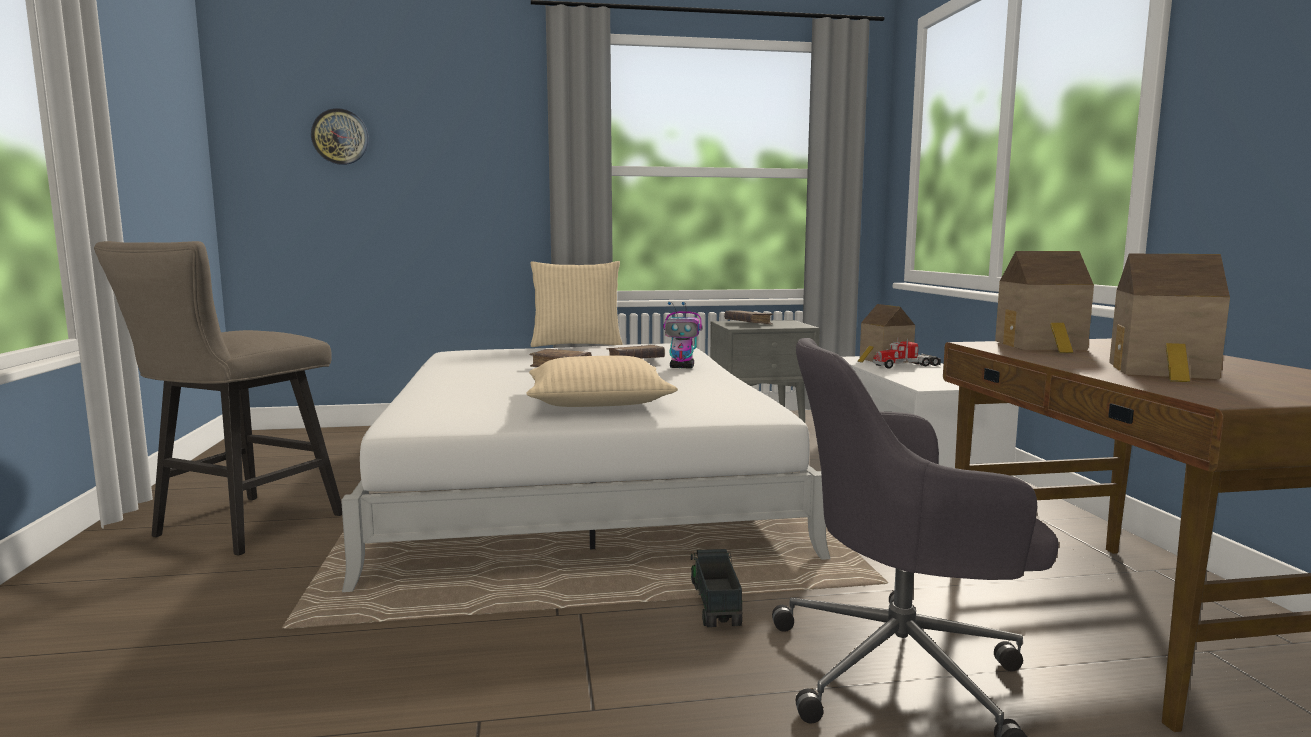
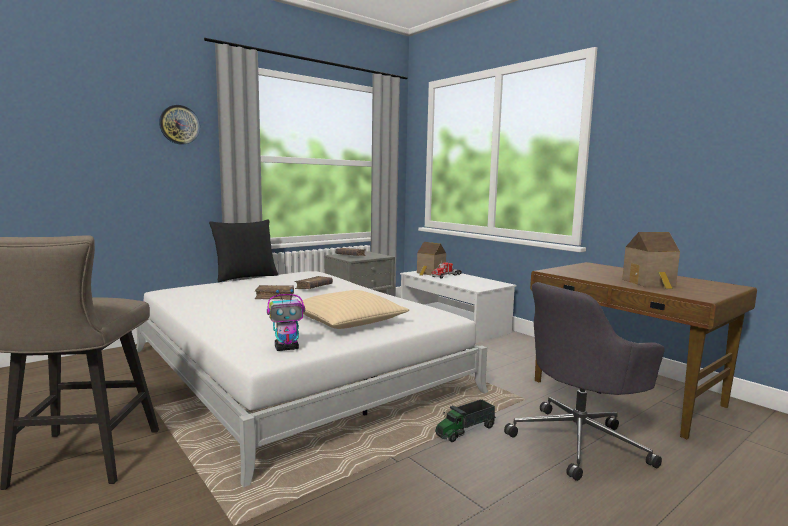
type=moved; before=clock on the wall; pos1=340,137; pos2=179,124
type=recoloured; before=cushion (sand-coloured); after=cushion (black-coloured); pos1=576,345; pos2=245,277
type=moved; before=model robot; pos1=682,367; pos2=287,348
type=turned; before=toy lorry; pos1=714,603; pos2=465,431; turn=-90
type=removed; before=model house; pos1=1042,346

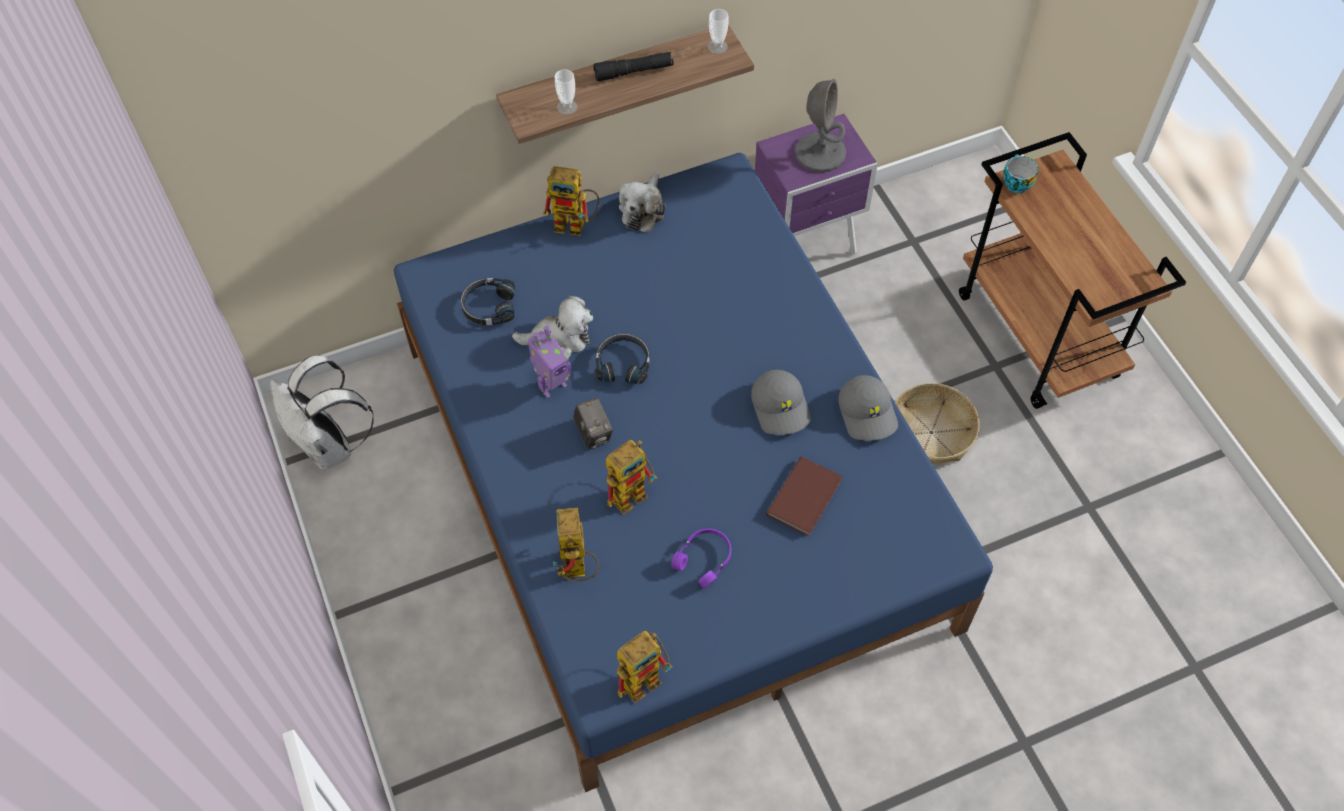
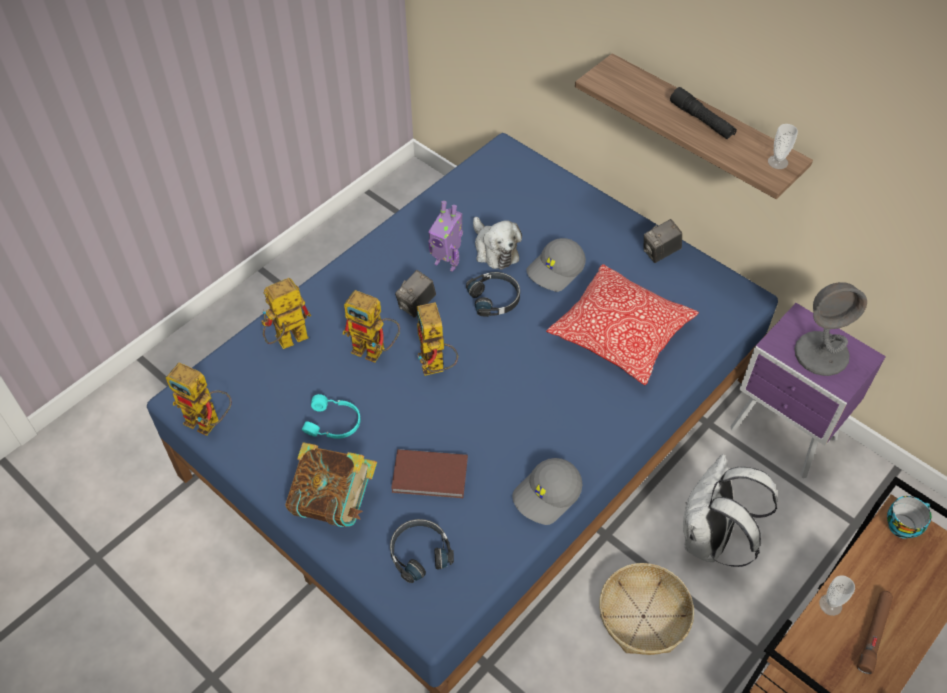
type=added; after=bound book; pos2=334,501
type=recoloured; before=headset (purple); after=headset (turquoise-coloured); pos1=705,559; pos2=333,423
type=moved; before=headset (black-coloured); pos1=489,307; pos2=419,552
type=moved; before=model robot; pos1=576,224; pos2=436,367
type=moved; before=baseball cap (gray); pos1=781,408; pos2=556,270
type=added; after=cushion; pos2=620,334
type=replaced; before=soft toy; after=photo camera; pos1=643,210; pos2=660,253
type=moved; before=knapsack (white-coloured); pos1=330,446; pos2=710,540
type=moved; before=drinking cup; pos1=567,107; pos2=830,605
type=added; after=torch (brownish); pos2=873,633

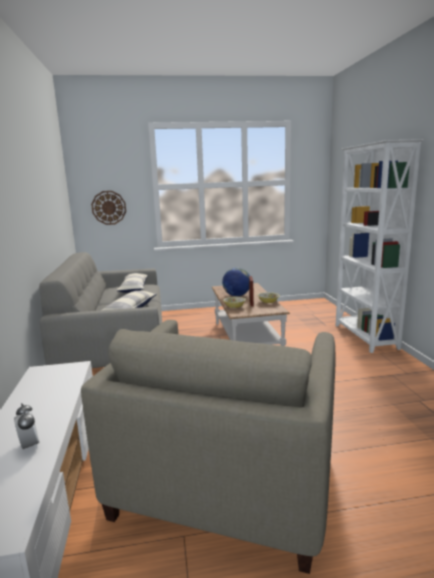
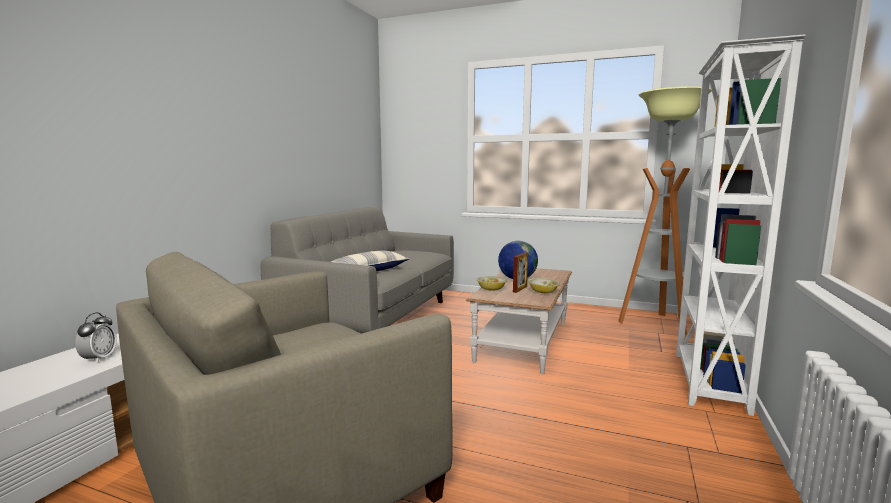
type=added; after=standard lamp; pos2=654,323
type=removed; before=clock on the wall; pos1=109,207
type=removed; before=cushion; pos1=133,288

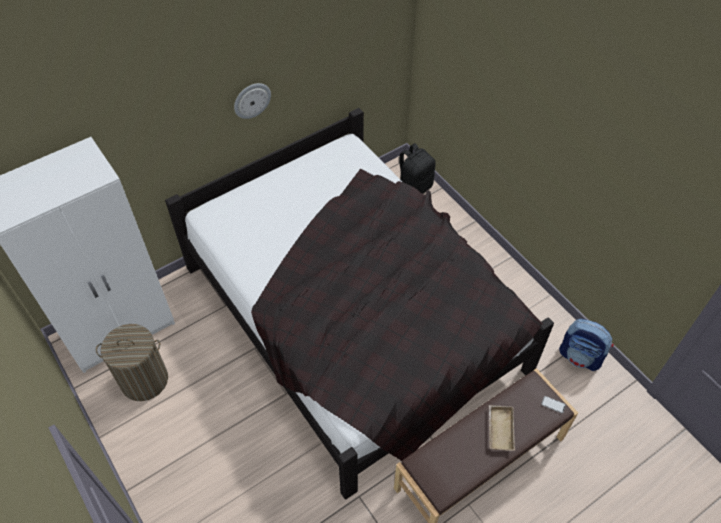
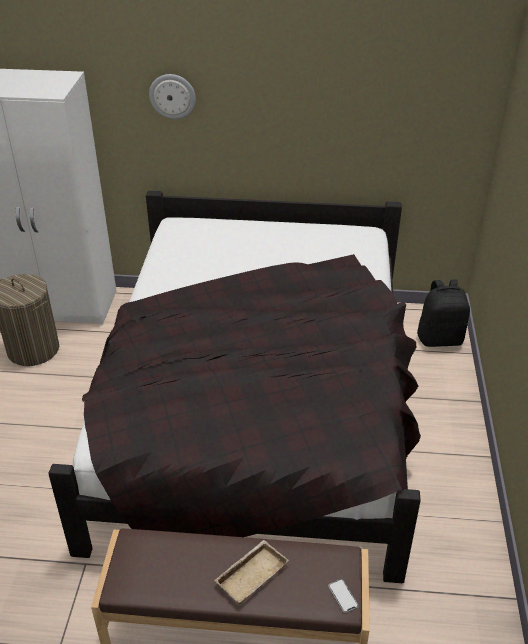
type=moved; before=clock on the wall; pos1=251,100; pos2=172,96
type=removed; before=knapsack; pos1=580,357

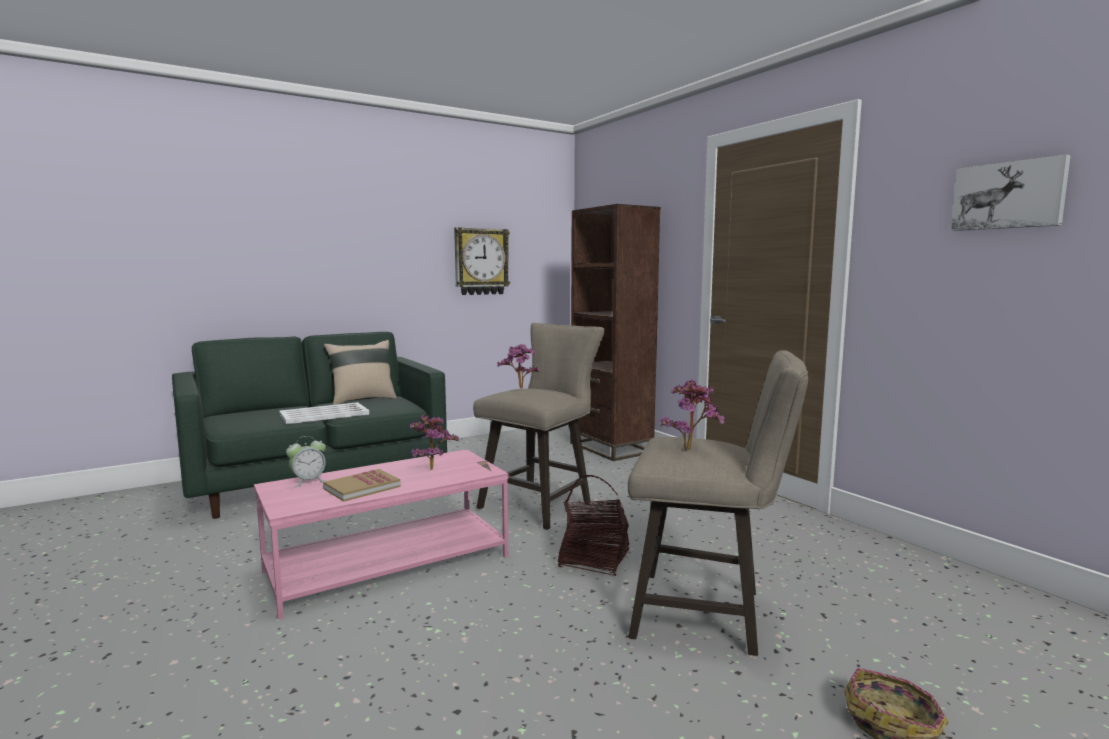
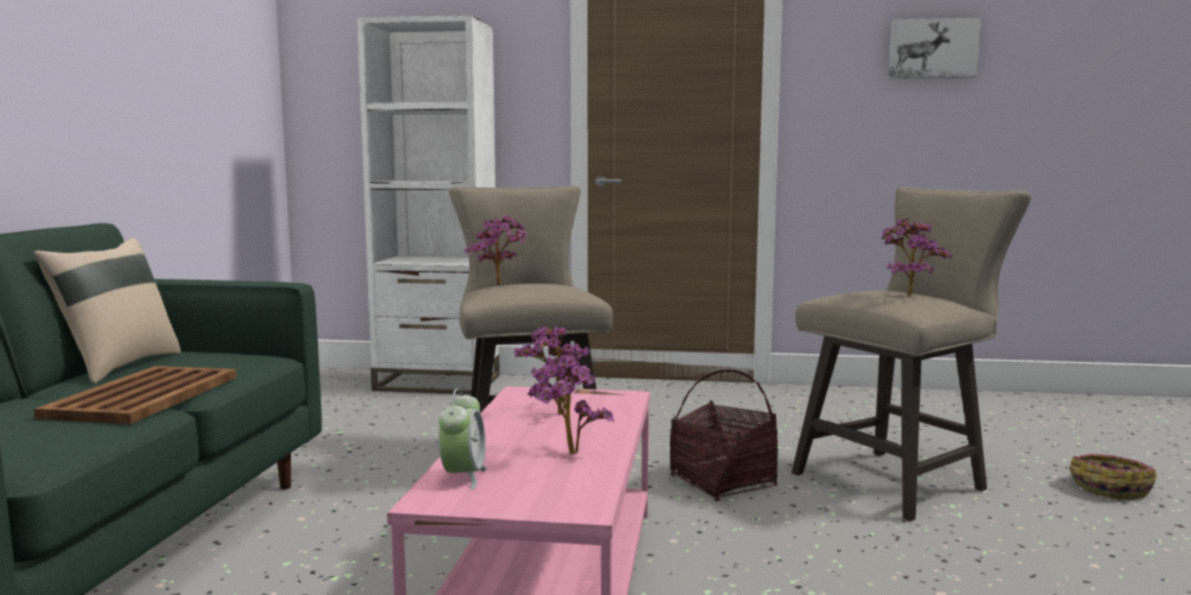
type=recoloured; before=carrying tray (white-coloured); after=carrying tray (brownish); pos1=325,414; pos2=146,396
type=recoloured; before=shelving unit (brownish); after=shelving unit (white-coloured); pos1=610,448; pos2=437,383
type=replaced; before=bound book; after=houseplant; pos1=362,488; pos2=566,455
type=removed; before=clock on the wall; pos1=481,261

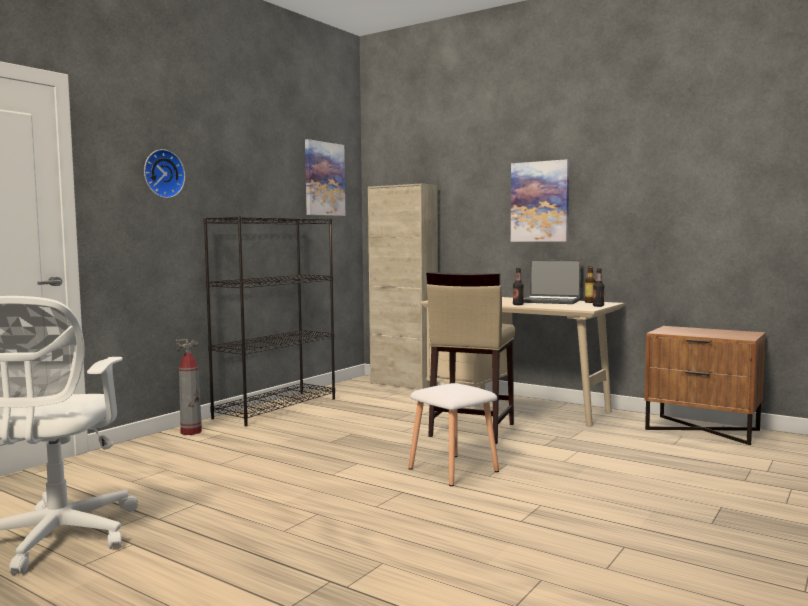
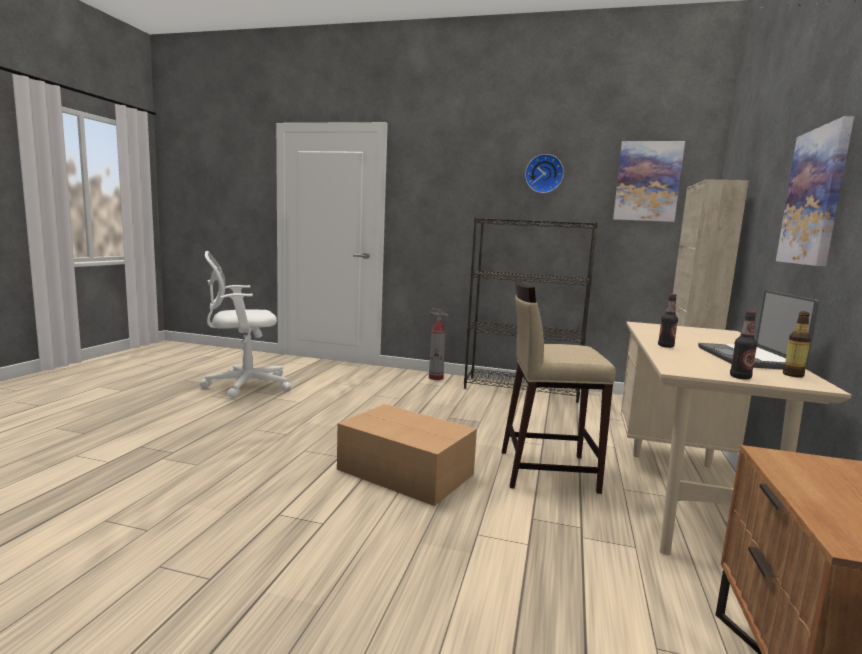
type=replaced; before=stool seat (white-coloured); after=packing box; pos1=454,470; pos2=406,472
type=moved; before=clock on the wall; pos1=162,174; pos2=544,174

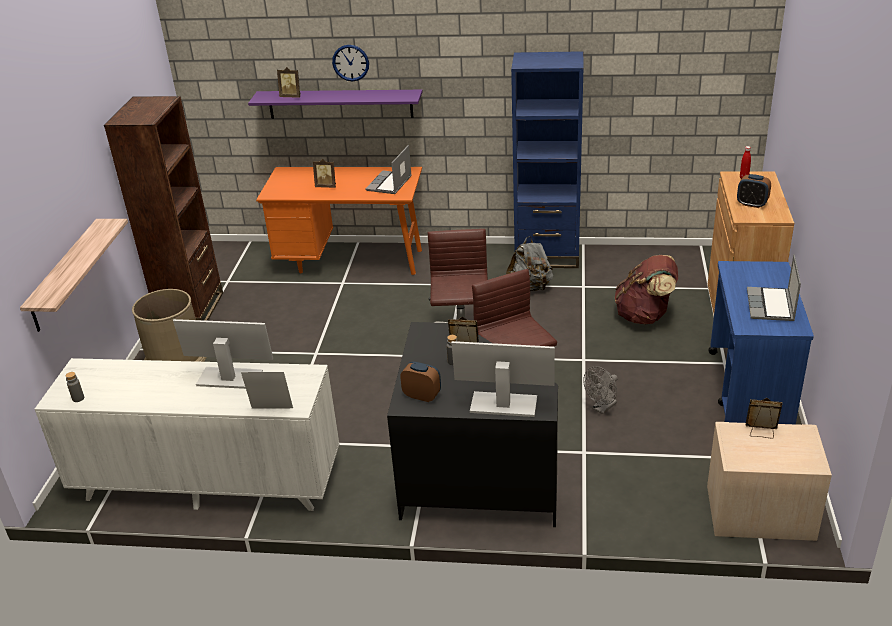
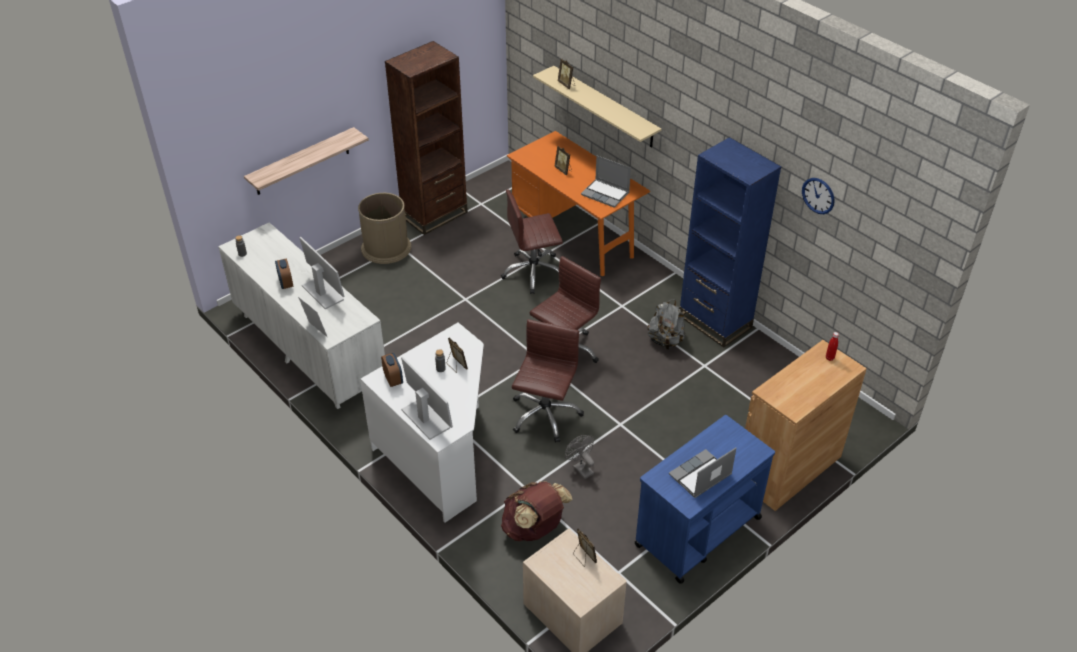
type=moved; before=table clock; pos1=752,204; pos2=286,283
type=recoloured; before=desk table (black-coloured); after=desk table (white-coloured); pos1=471,478; pos2=441,454
type=added; after=computer chair (brownish); pos2=533,272
type=moved; before=knapsack (brownish); pos1=645,316; pos2=534,528
type=recoloured; before=shelf (purple); after=shelf (sand-coloured); pos1=340,104; pos2=605,107
type=turned; before=fan (gray); pos1=602,408; pos2=580,468; turn=60
type=turned; before=portable computer; pos1=389,184; pos2=606,194; turn=-120
type=moved; before=clock on the wall; pos1=350,62; pos2=818,195

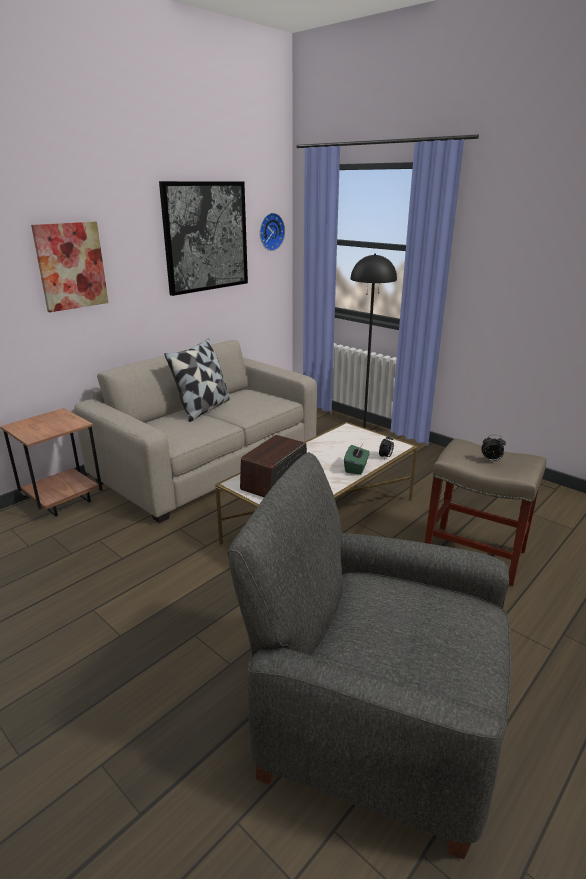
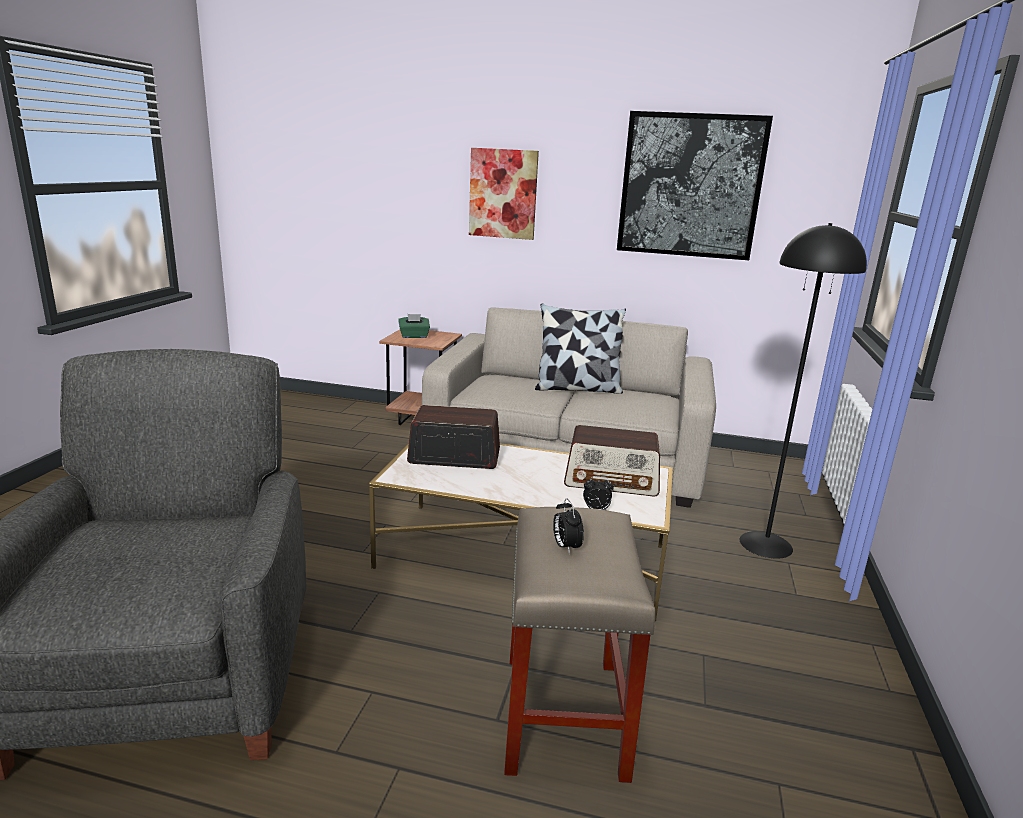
type=moved; before=box of tissues (green-coloured); pos1=356,468; pos2=414,336
type=added; after=radio set; pos2=612,481
type=removed; before=clock on the wall; pos1=270,231

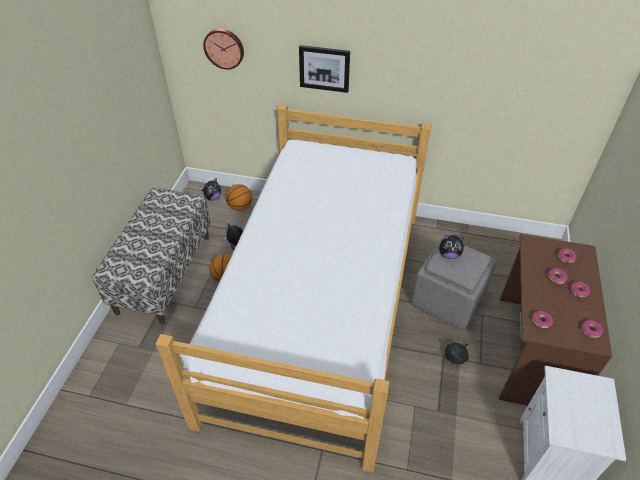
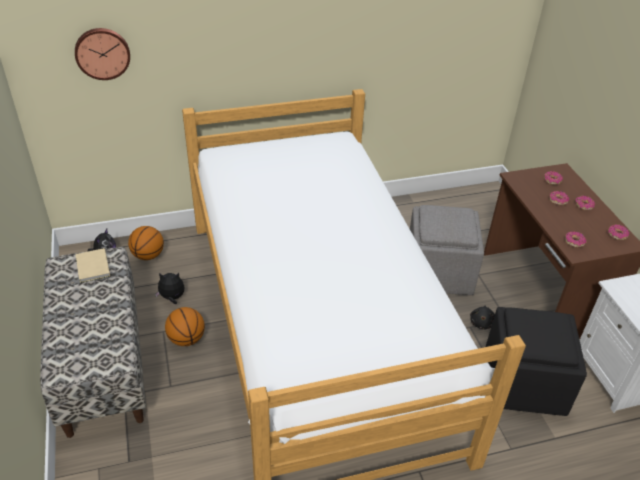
type=added; after=bound book (sand-coloured); pos2=92,267
type=added; after=pouffe (black-coloured); pos2=522,382
type=removed; before=picture; pos1=324,68
type=removed; before=soft toy; pos1=449,255

